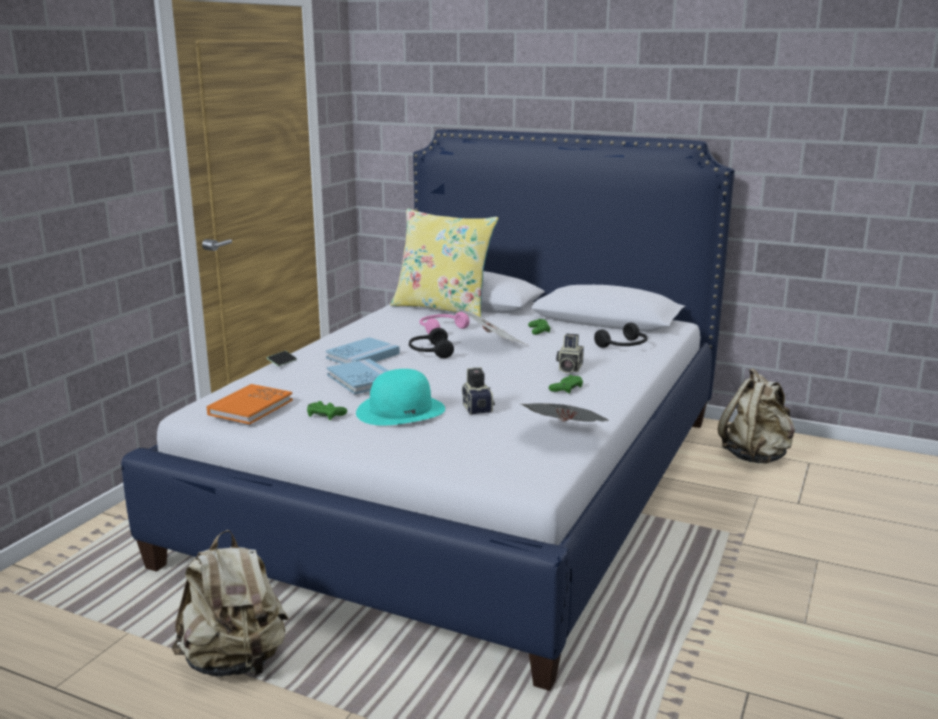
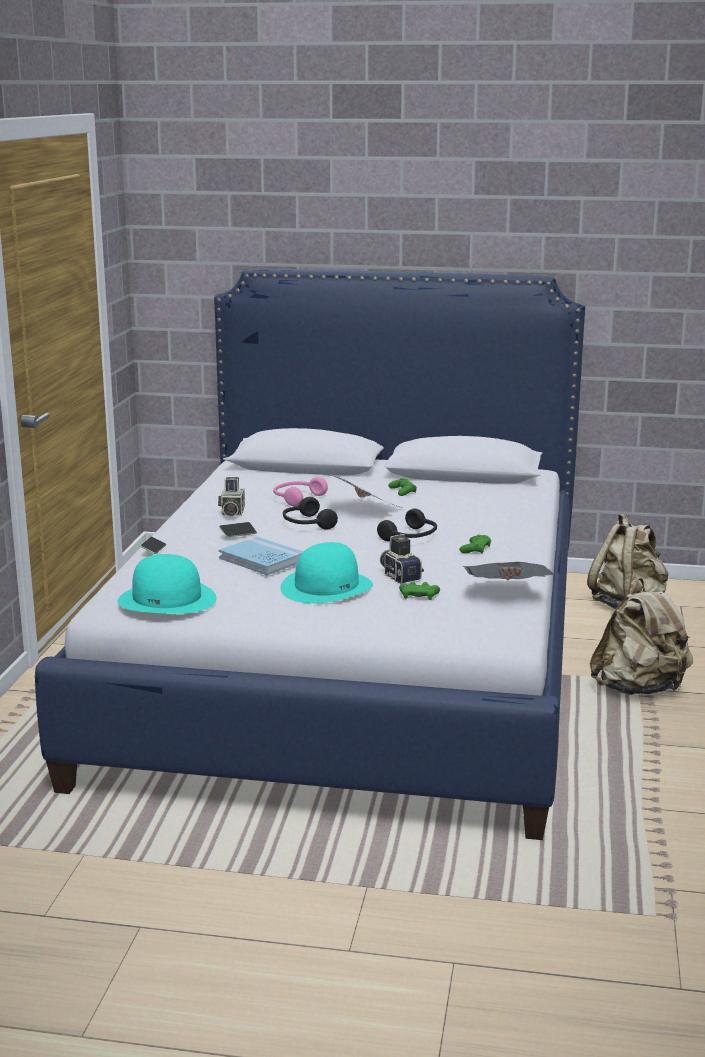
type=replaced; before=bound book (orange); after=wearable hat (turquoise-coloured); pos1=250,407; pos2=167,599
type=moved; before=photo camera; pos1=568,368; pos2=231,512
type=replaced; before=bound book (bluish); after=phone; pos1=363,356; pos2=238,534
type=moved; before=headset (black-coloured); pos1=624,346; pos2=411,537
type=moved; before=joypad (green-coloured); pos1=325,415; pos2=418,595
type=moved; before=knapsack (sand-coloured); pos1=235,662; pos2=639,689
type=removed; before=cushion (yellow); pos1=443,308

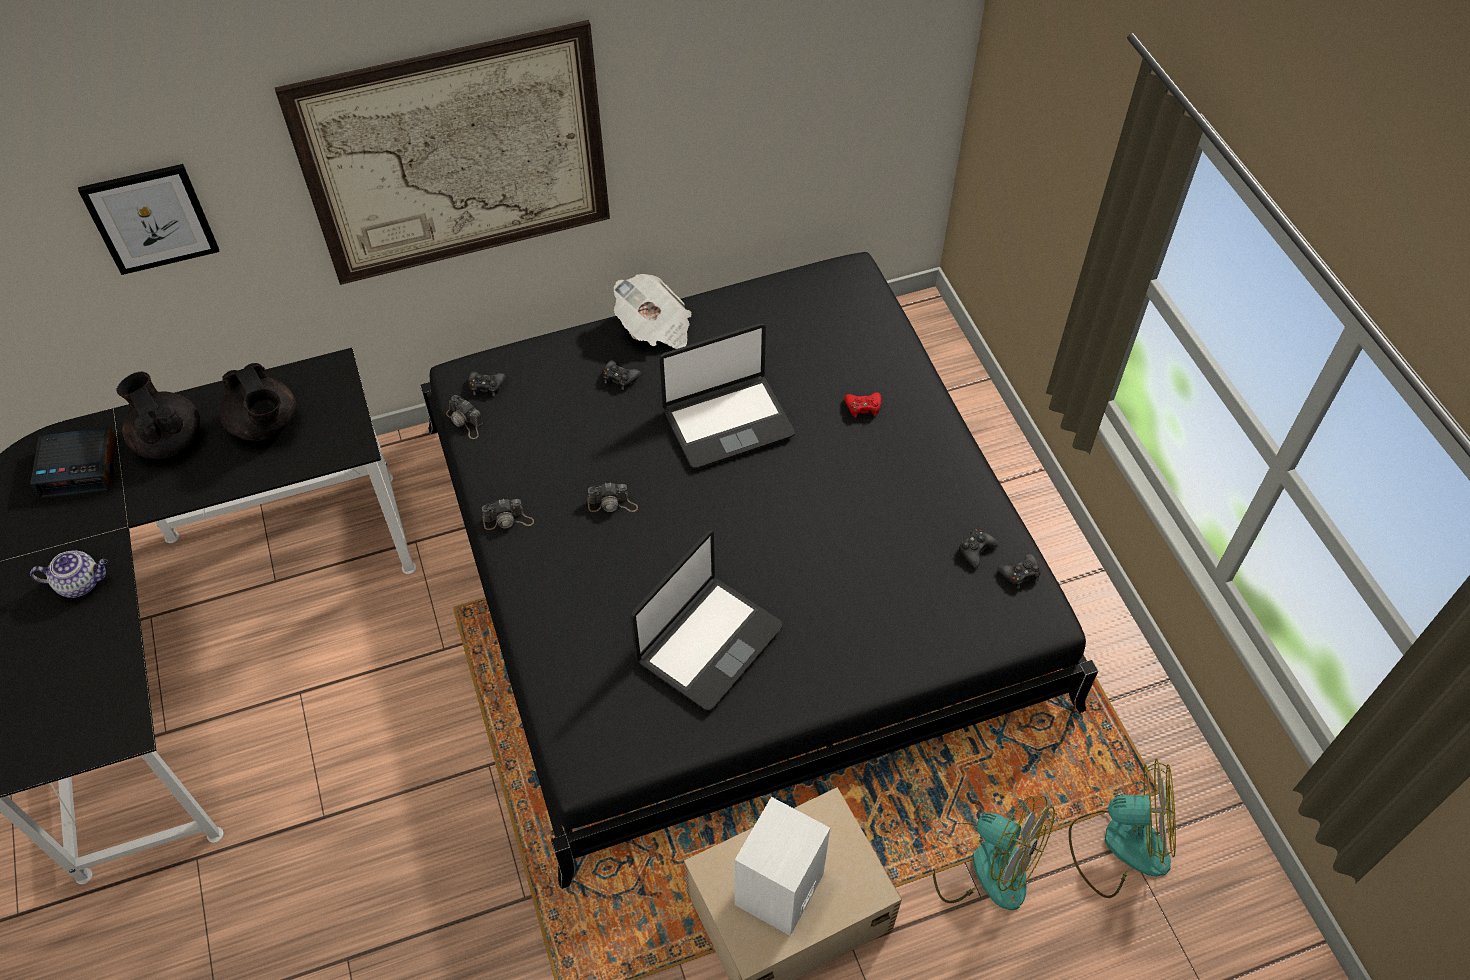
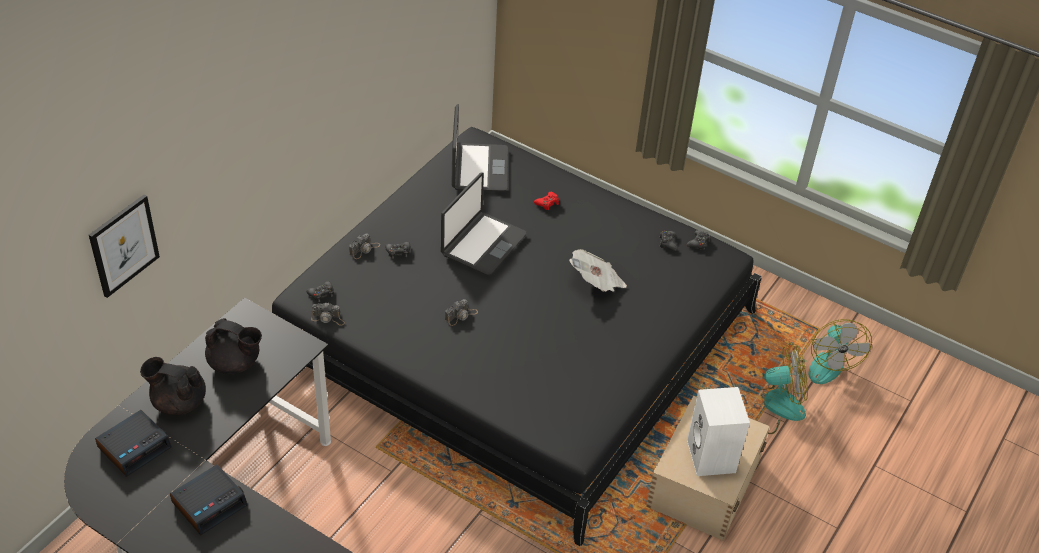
type=replaced; before=pot for tea; after=table clock; pos1=81,583; pos2=210,503
type=moved; before=photo camera; pos1=508,520; pos2=364,249
type=moved; before=portable computer; pos1=708,642; pos2=478,169
type=moved; before=daily paper; pos1=655,328; pos2=596,282
type=turned; before=fan; pos1=1119,844; pos2=823,361; turn=120
type=removed; before=picture; pos1=457,157

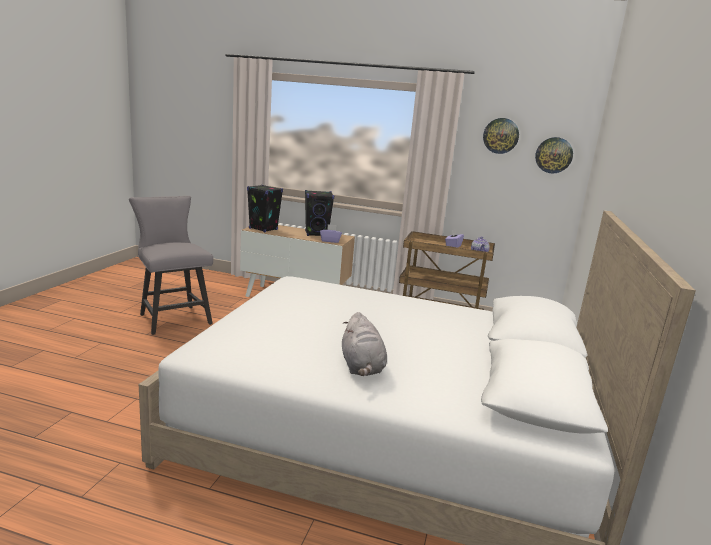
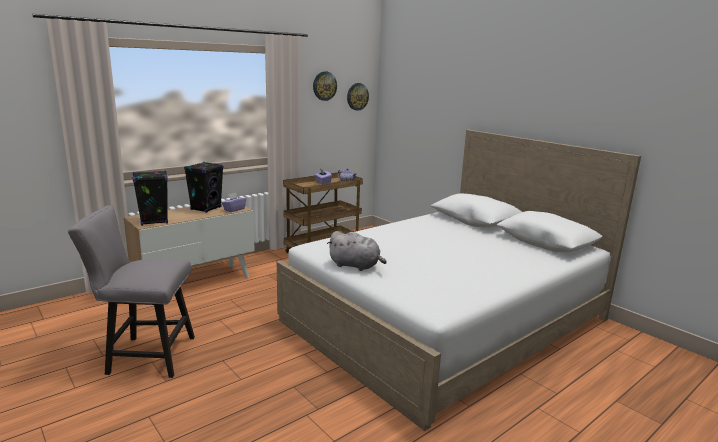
type=moved; before=soft toy (gray); pos1=362,367; pos2=356,266

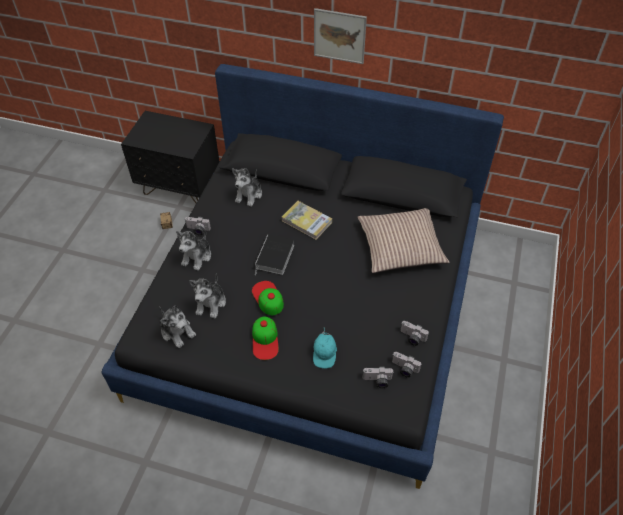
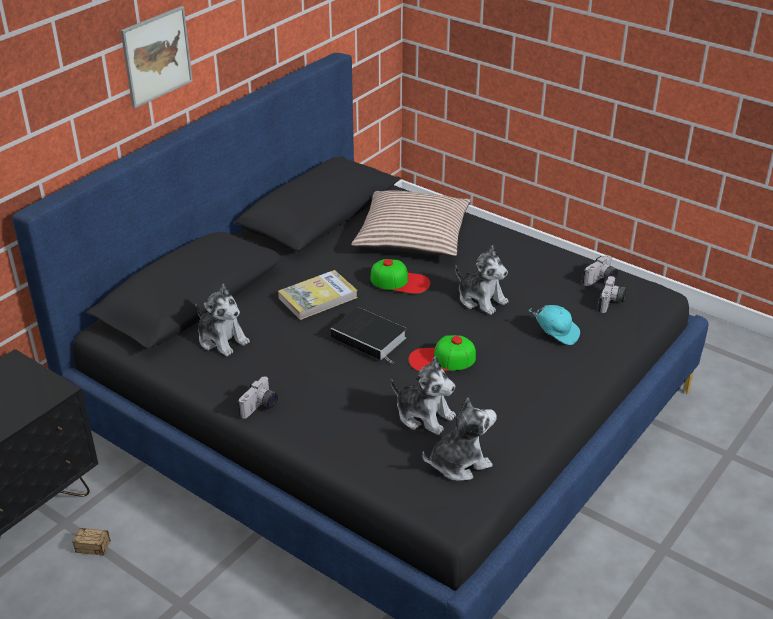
type=moved; before=baseball cap; pos1=265,340; pos2=400,281
type=moved; before=soft toy; pos1=197,257; pos2=481,299
type=removed; before=photo camera; pos1=411,338

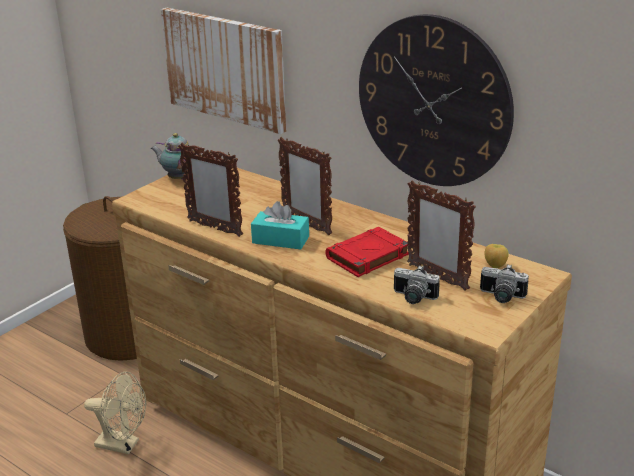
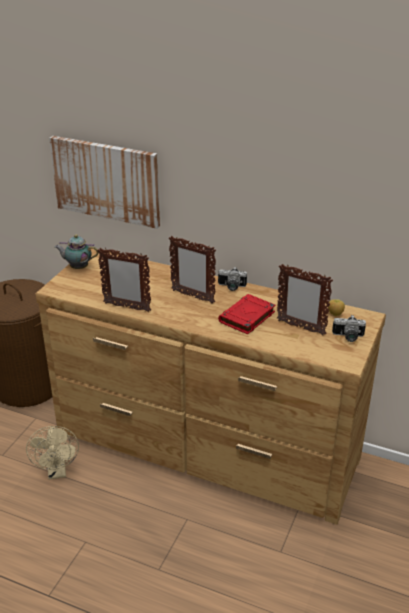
type=turned; before=fan (sand-coloured); pos1=123,445; pos2=57,472; turn=75
type=moved; before=photo camera; pos1=413,298; pos2=231,287
type=removed; before=box of tissues (turquoise-coloured); pos1=280,240
type=removed; before=clock on the wall; pos1=433,102

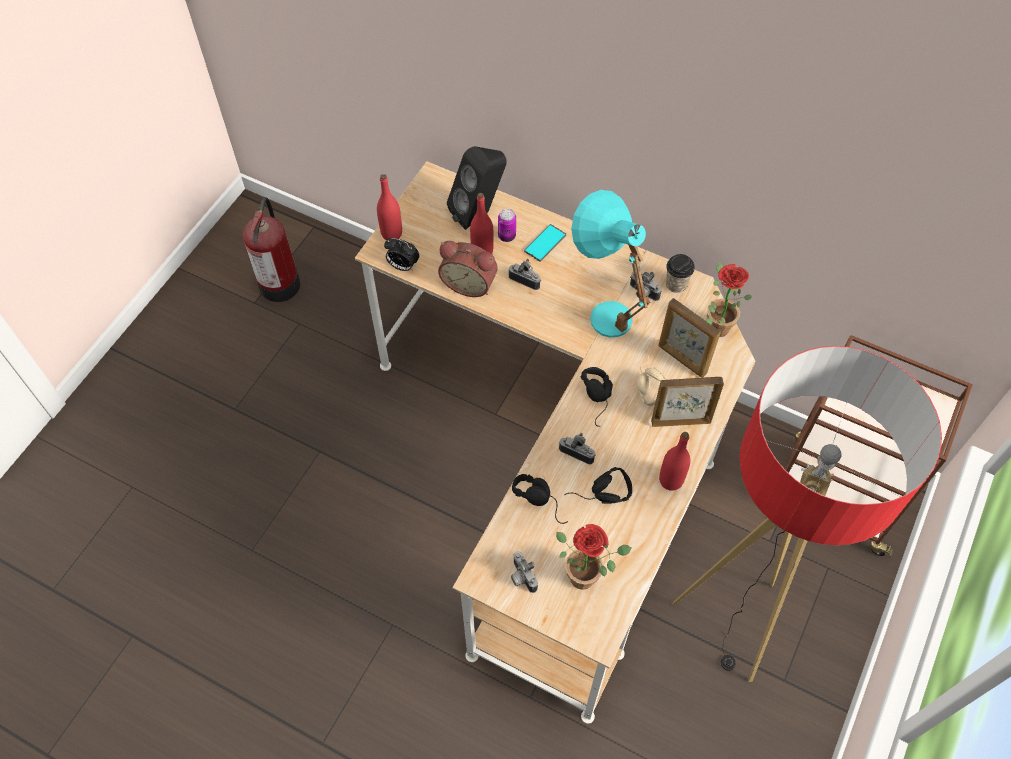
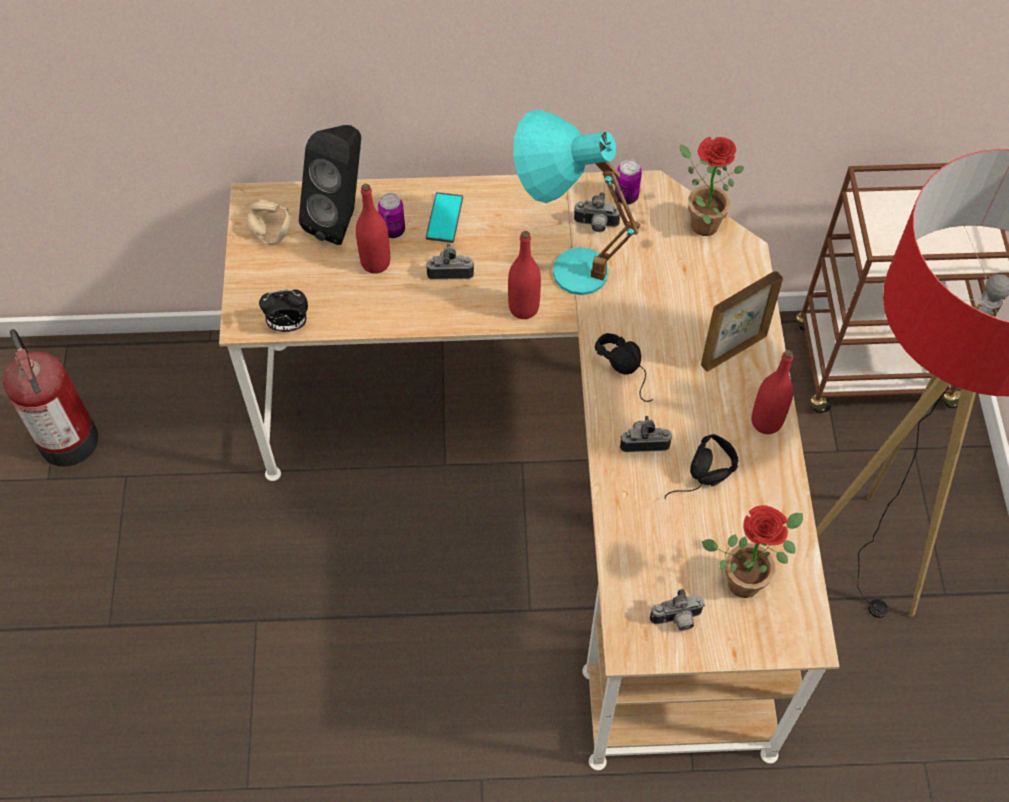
type=moved; before=headset (sand-coloured); pos1=645,382; pos2=258,223
type=moved; before=bottle (red-coloured); pos1=391,233; pos2=523,308
type=replaced; before=drinking cup; after=sealed can; pos1=676,284; pos2=626,197
type=turned; before=photo camera; pos1=521,577; pos2=677,620; turn=-45
type=removed; before=table clock; pos1=470,283
type=removed; before=headset (black-coloured); pos1=543,500
type=removed; before=photo frame; pos1=682,360

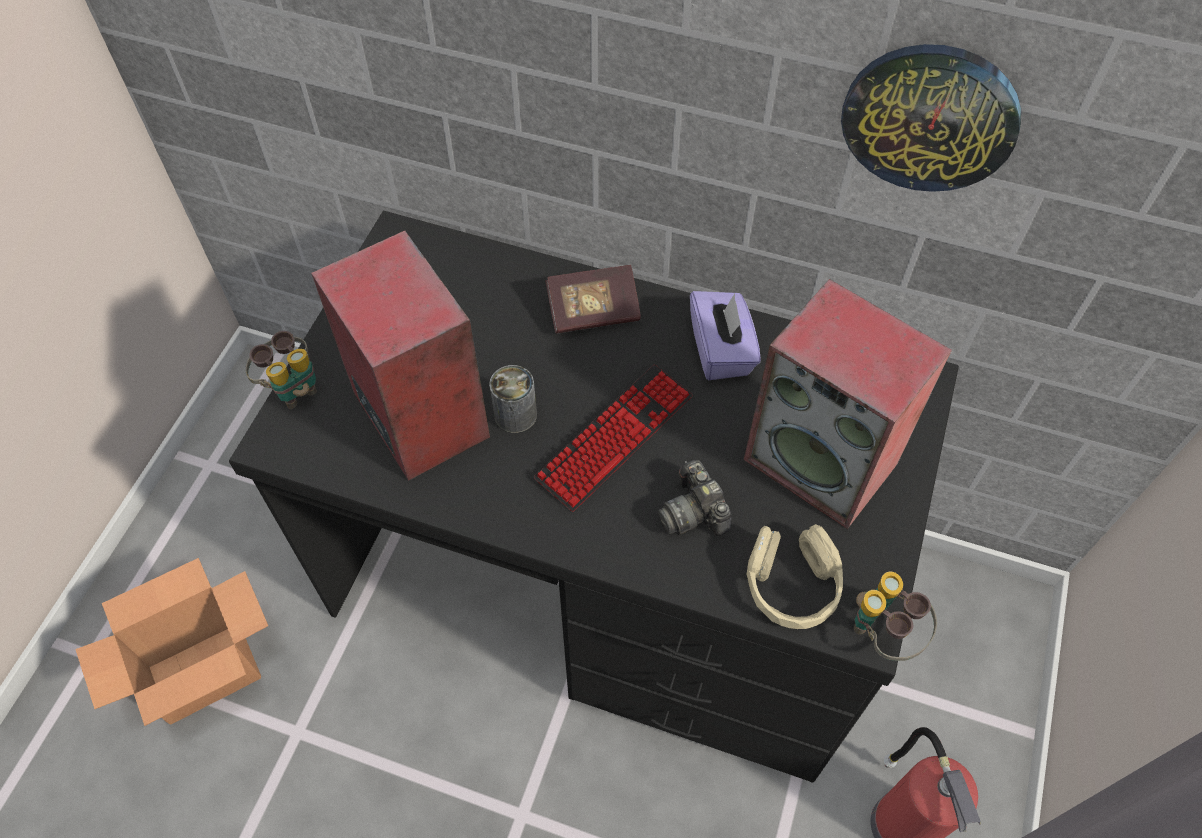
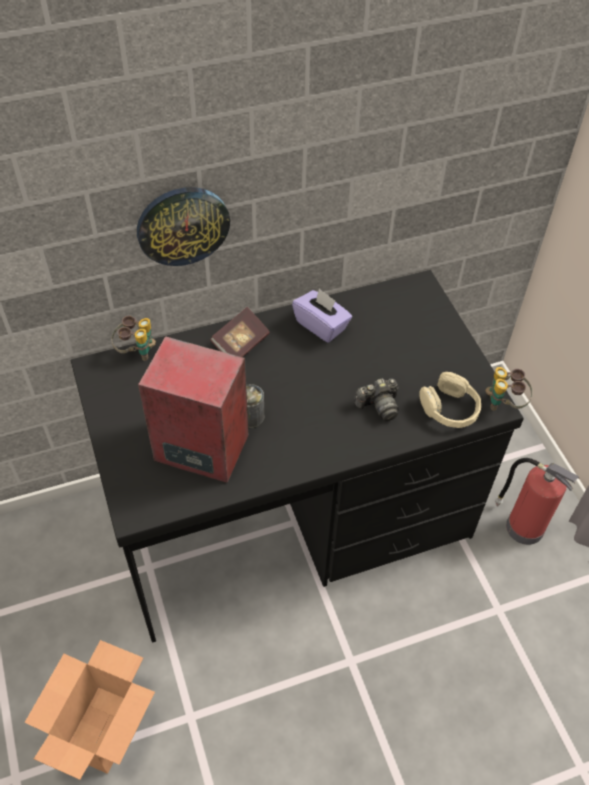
type=moved; before=binoculars; pos1=292,387; pos2=136,351
type=moved; before=clock on the wall; pos1=929,117; pos2=183,225
type=turned; before=photo camera; pos1=693,512; pos2=378,406; turn=-45
type=removed; before=keyboard; pos1=615,438
type=removed; before=audio speaker; pos1=823,461

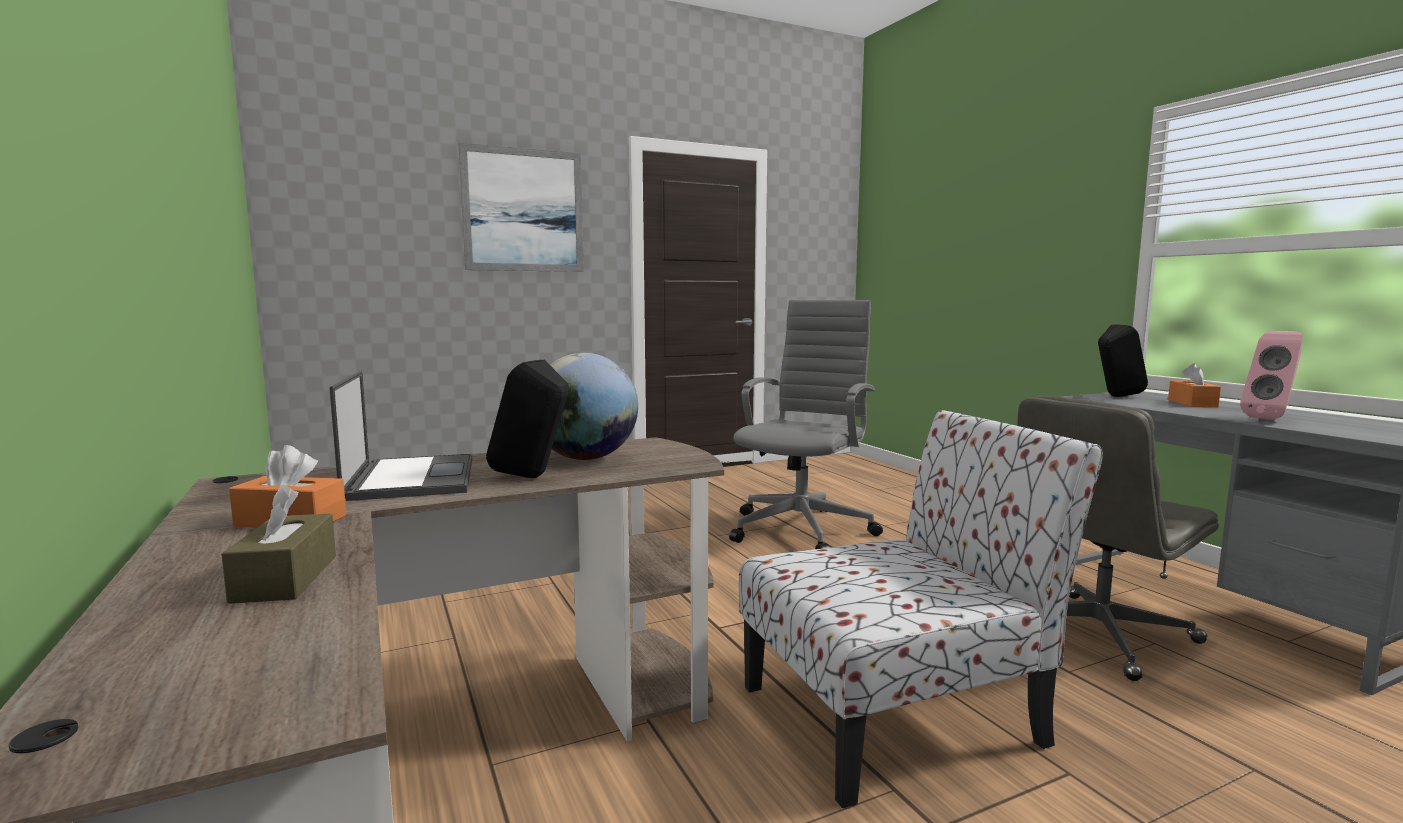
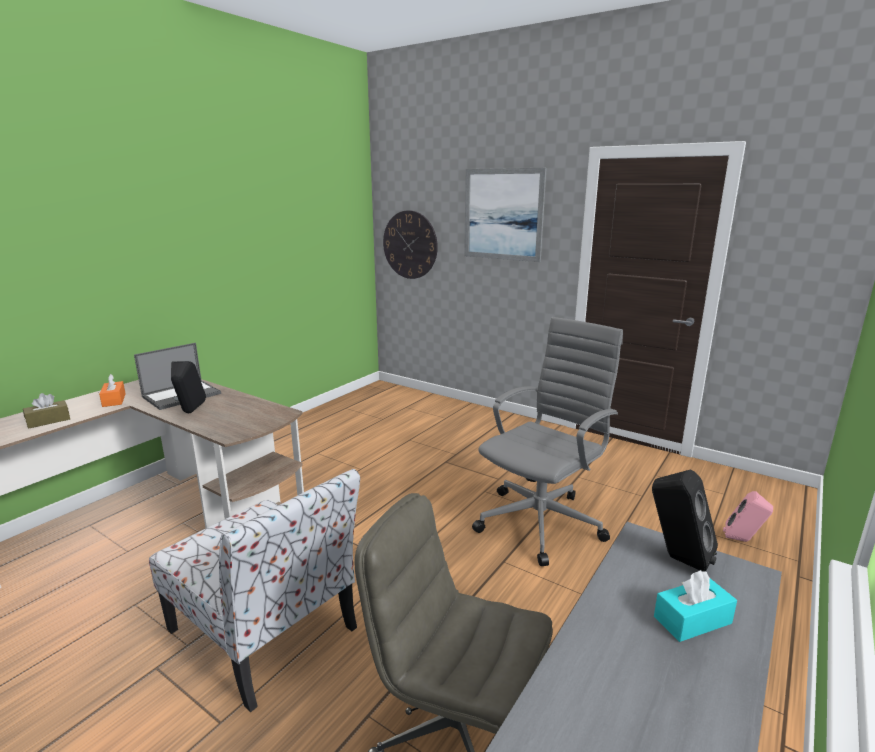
type=added; after=clock on the wall; pos2=410,245
type=turned; before=computer chair (gray); pos1=803,529; pos2=542,521; turn=-45
type=recoloured; before=box of tissues (orange); after=box of tissues (turquoise-coloured); pos1=1192,403; pos2=692,620
type=moved; before=audio speaker (pink); pos1=1271,419; pos2=743,540
type=removed; before=globe; pos1=585,458

